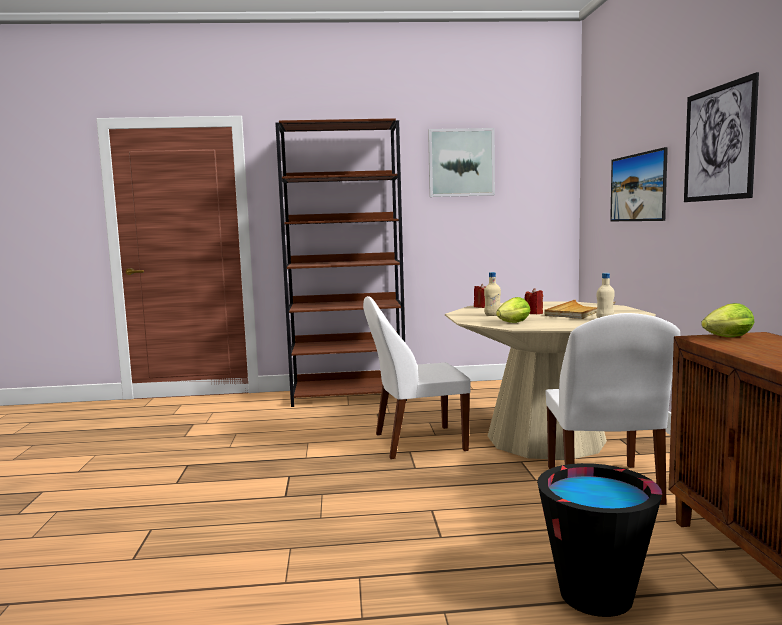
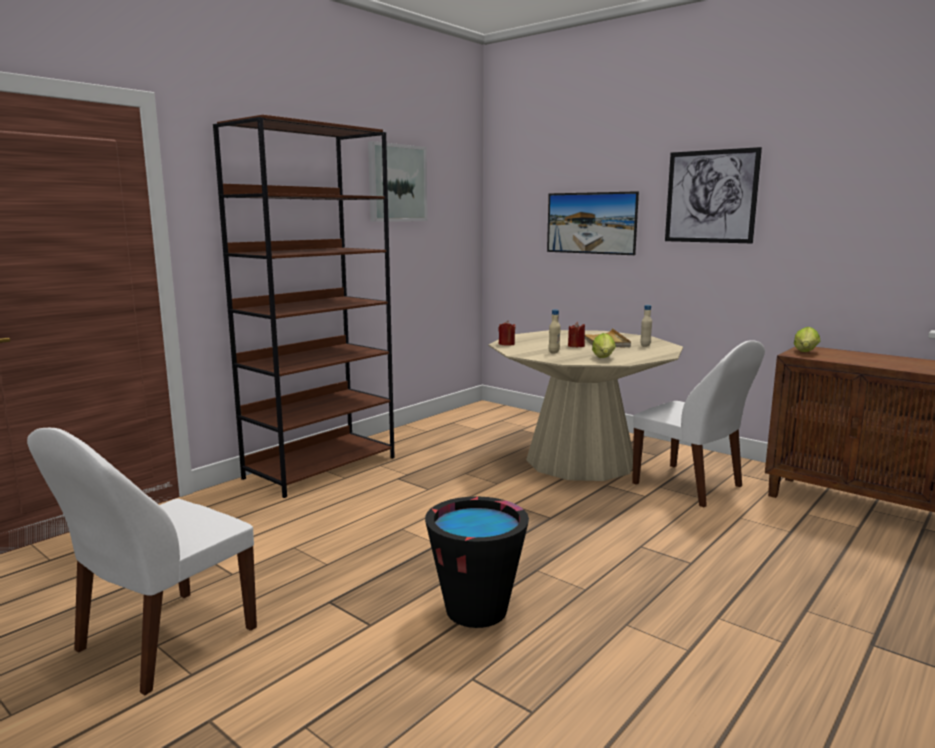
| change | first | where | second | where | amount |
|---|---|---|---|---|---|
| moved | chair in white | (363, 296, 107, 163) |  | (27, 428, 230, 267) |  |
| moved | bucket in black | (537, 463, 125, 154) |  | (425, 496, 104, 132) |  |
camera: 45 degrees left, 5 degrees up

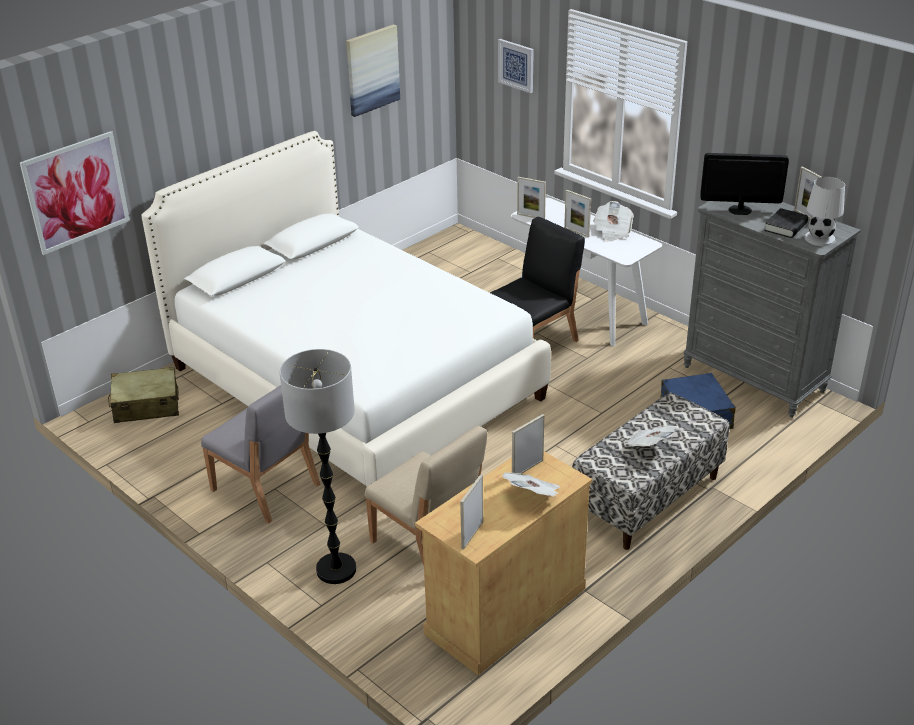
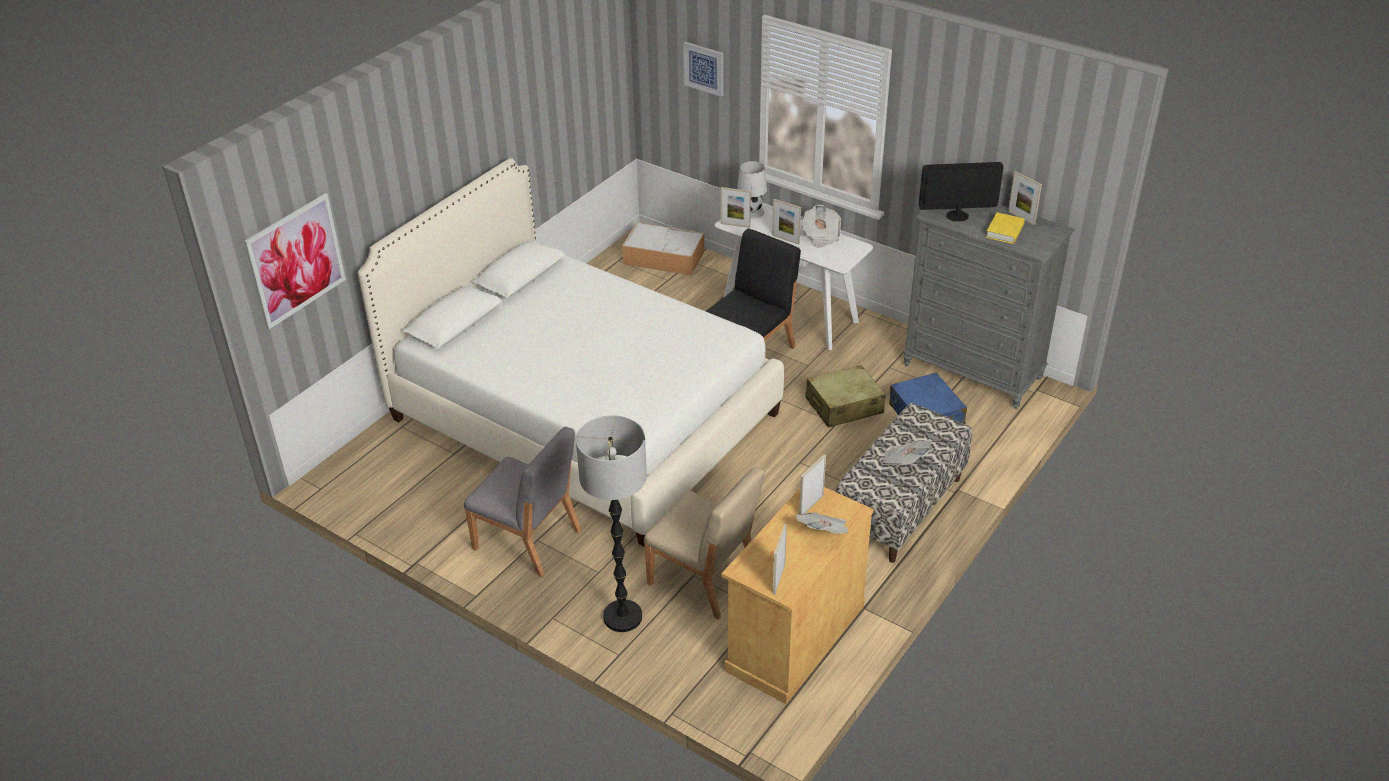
| change | first | where | second | where | amount |
|---|---|---|---|---|---|
| removed | picture | (346, 24, 54, 93) |  |  |  |
| moved | table lamp in white | (804, 177, 41, 69) |  | (737, 161, 30, 58) |  |
| recoloured | book in black | (764, 208, 44, 30) | book in yellow | (986, 212, 39, 32) |  |
| moved | suitcase in beige | (108, 367, 71, 56) |  | (806, 365, 80, 63) |  |
| added |  |  | storage box | (622, 222, 83, 53) |  |
camera: 10 degrees left, 5 degrees up

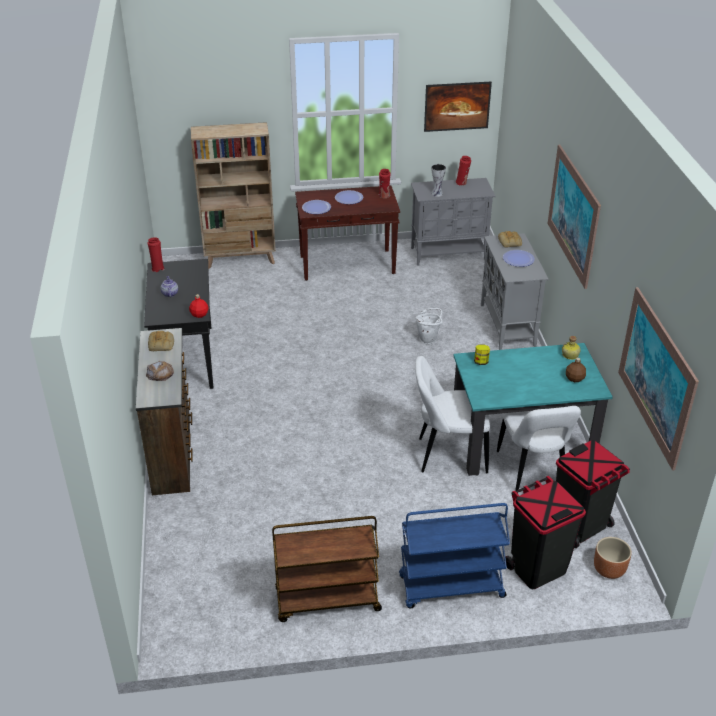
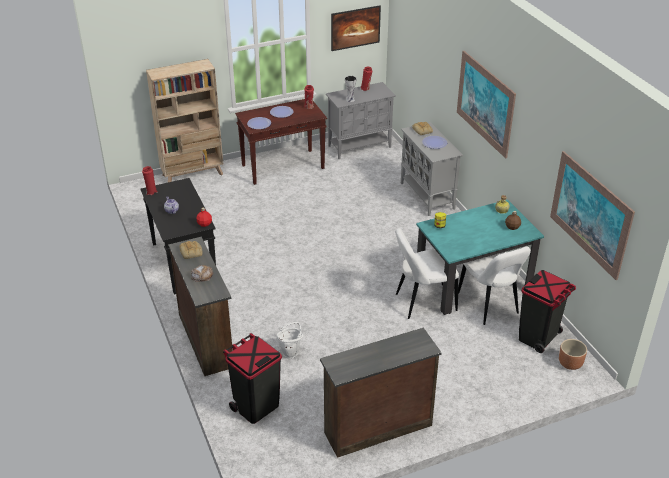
| change | first | where | second | where | amount |
|---|---|---|---|---|---|
| moved | bucket in white | (415, 308, 28, 36) |  | (276, 322, 27, 36) |  |
| moved | trash can in black | (505, 476, 81, 113) |  | (223, 333, 59, 91) |  |
| removed | cart in blue | (399, 503, 111, 106) |  |  |  |
| replaced | cart in brown | (272, 516, 110, 106) | dresser in brown | (320, 328, 122, 130) |  |
camera: 15 degrees left, 0 degrees up

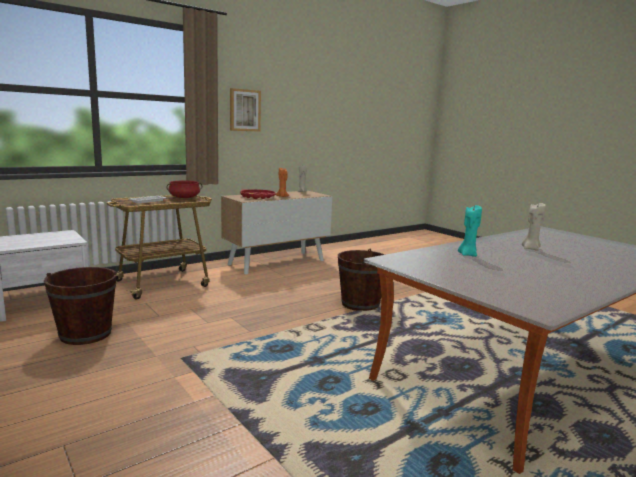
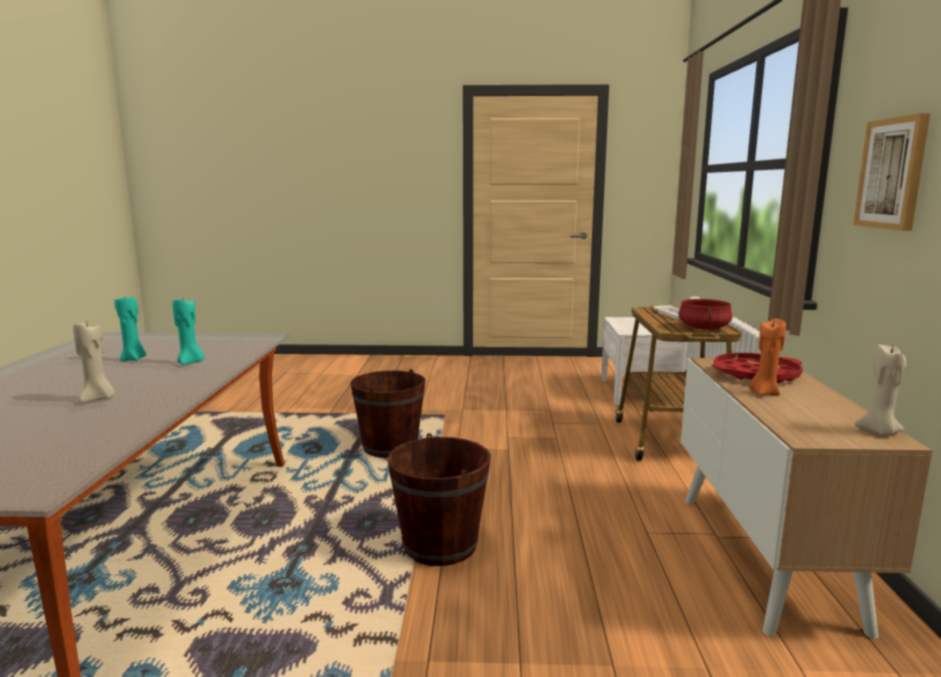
| change | first | where | second | where | amount |
|---|---|---|---|---|---|
| moved | bucket in brown | (44, 267, 73, 78) |  | (350, 369, 76, 89) |  |
| added |  |  | candle in turquoise | (114, 297, 32, 64) |  |
camera: 130 degrees right, 0 degrees up

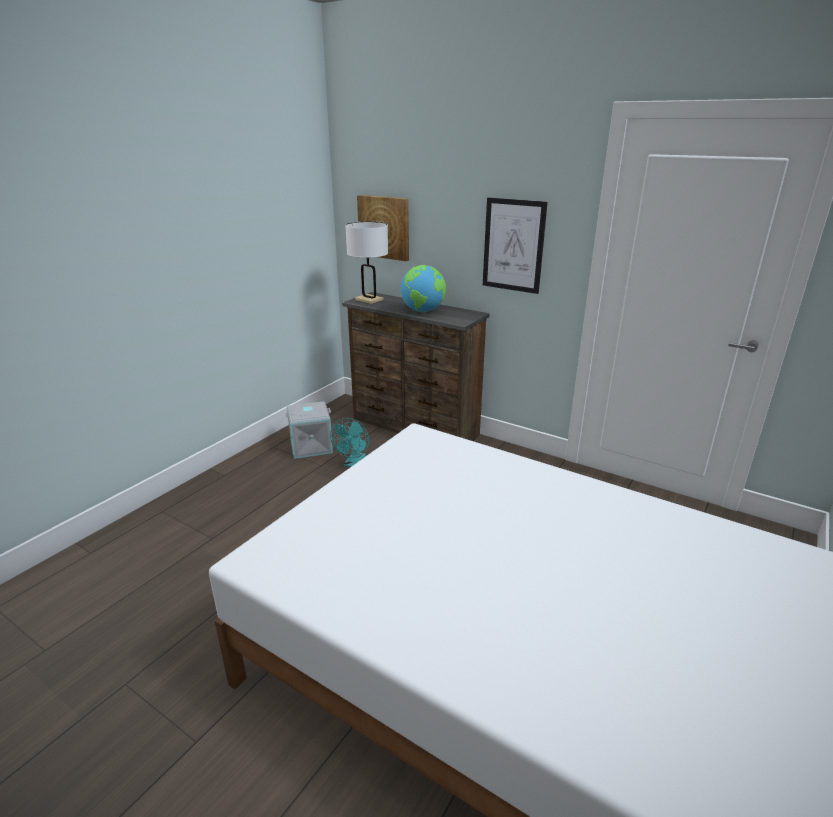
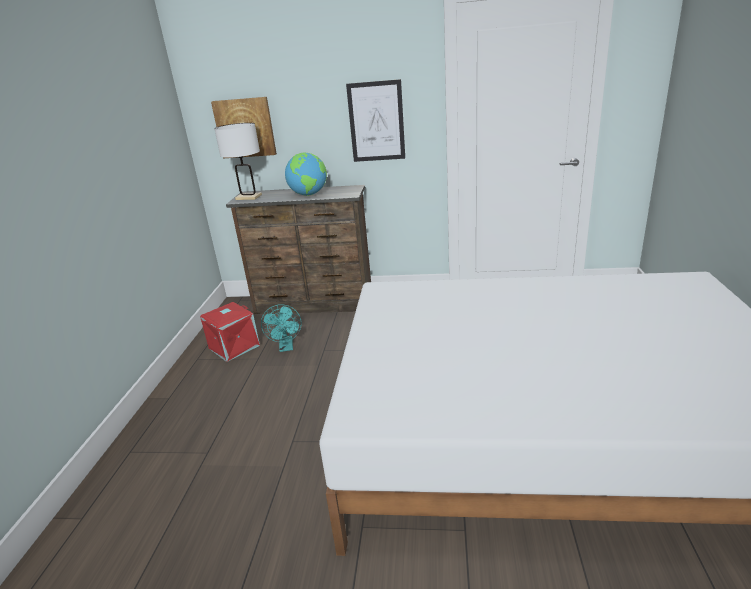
| change | first | where | second | where | amount |
|---|---|---|---|---|---|
| recoloured | storage box in grey | (285, 401, 48, 58) | storage box in red | (200, 302, 60, 60) |  |
camera: 25 degrees left, 0 degrees up

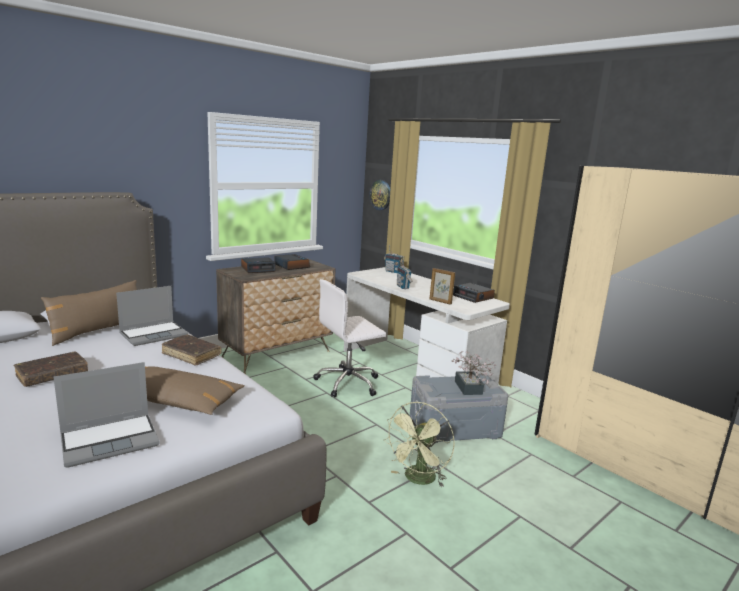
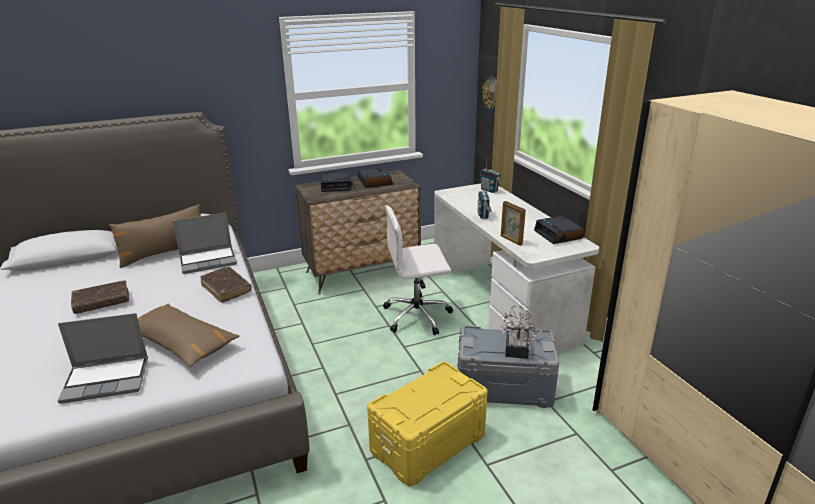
| change | first | where | second | where | amount |
|---|---|---|---|---|---|
| replaced | fan in green | (384, 402, 71, 85) | storage box in yellow | (367, 361, 120, 125) |  |
camera: 20 degrees right, 10 degrees up

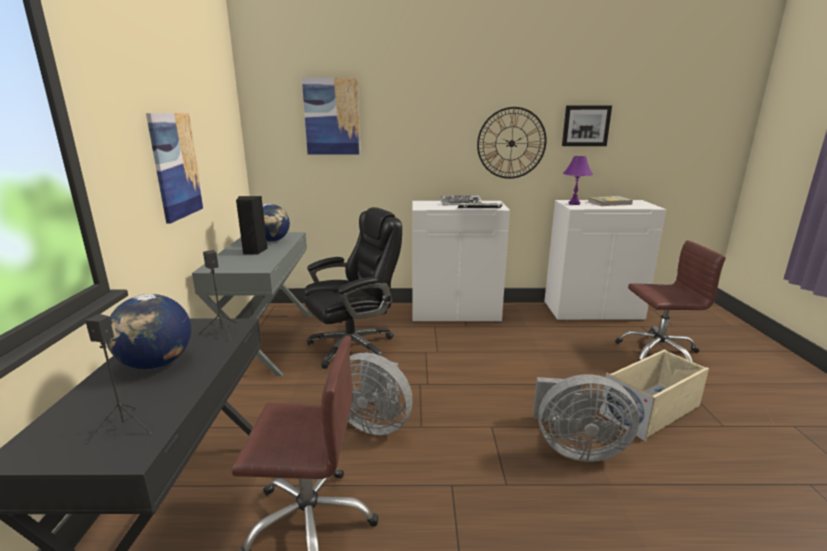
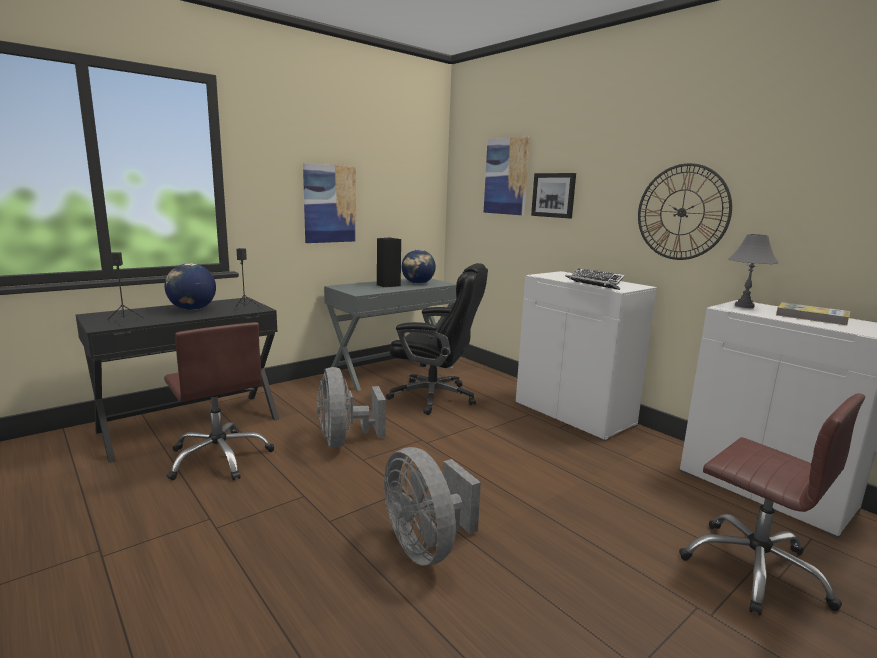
| change | first | where | second | where | amount |
|---|---|---|---|---|---|
| moved | picture | (562, 105, 50, 41) |  | (531, 173, 45, 45) |  |
| recoloured | table lamp in purple | (563, 156, 30, 49) | table lamp in grey | (729, 234, 49, 74) |  |
| removed | storage box in beige | (599, 349, 110, 92) |  |  |  |
camera: 50 degrees right, 5 degrees down

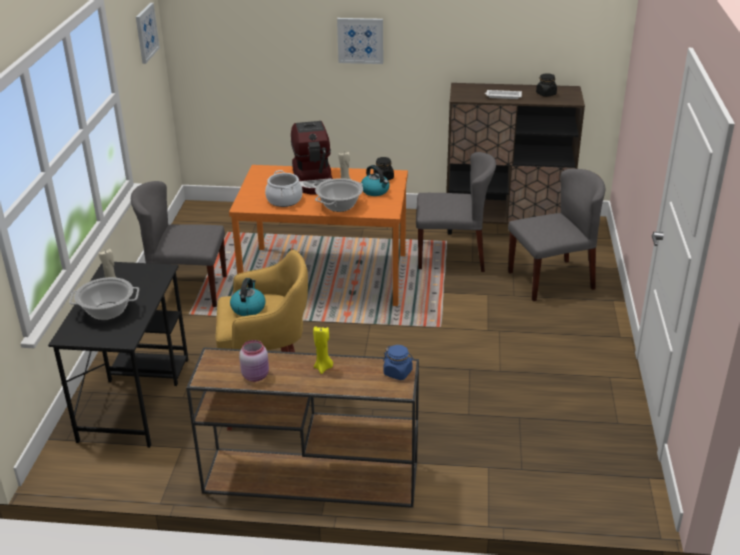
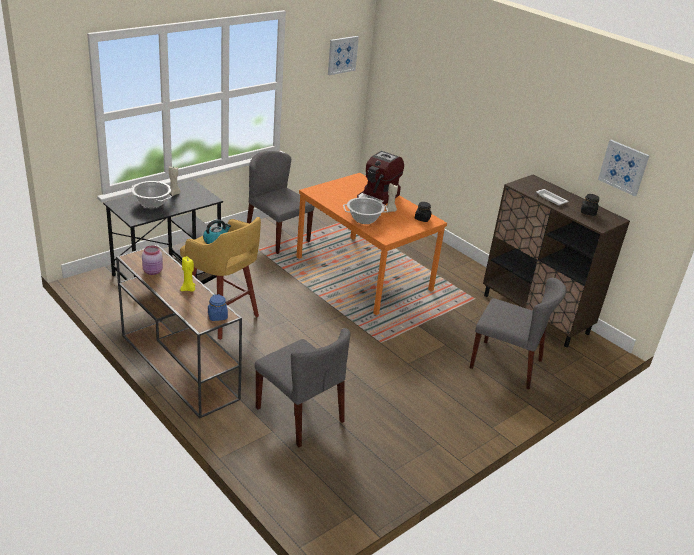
| change | first | where | second | where | amount |
|---|---|---|---|---|---|
| moved | picture | (337, 18, 46, 46) |  | (598, 140, 51, 56) |  |
| moved | chair in grey | (416, 152, 80, 120) |  | (255, 328, 95, 119) |  |
| removed | kettle | (361, 165, 29, 31) |  |  |  |
| removed | cooking pot | (265, 170, 38, 37) |  |  |  |
camera: 40 degrees right, 0 degrees up

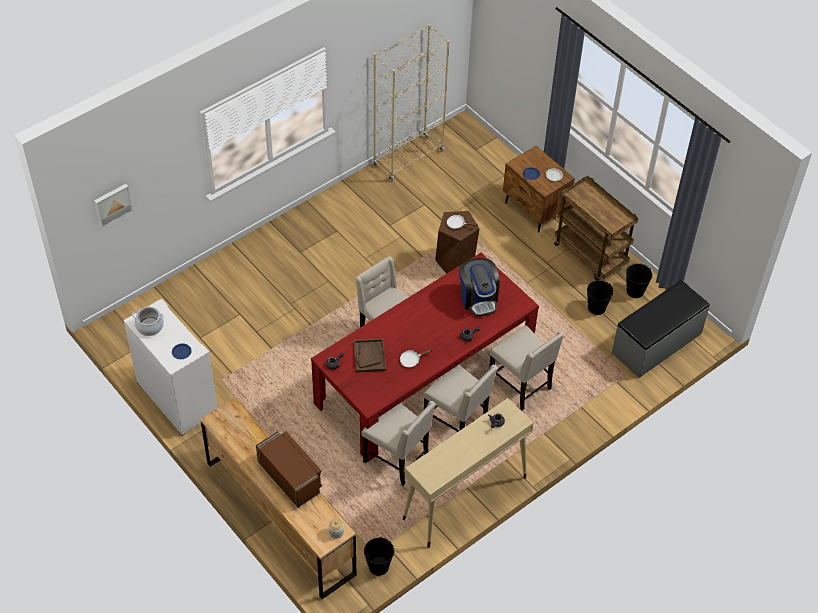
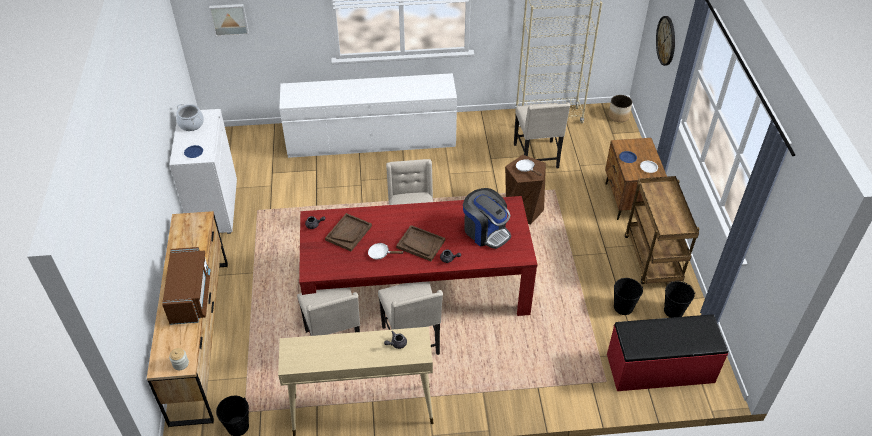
| change | first | where | second | where | amount |
|---|---|---|---|---|---|
| turned | coffee machine | (459, 258, 41, 58) |  | (463, 188, 48, 61) | 60 degrees counterclockwise |
| recoloured | bench in grey | (612, 280, 98, 98) | bench in red | (607, 314, 121, 77) |  |
| moved | chair in beige | (489, 325, 75, 85) |  | (514, 102, 56, 67) |  |
| added |  |  | wall clock | (656, 16, 19, 50) |  |
| added |  |  | dresser in white | (279, 73, 178, 85) |  |
| added |  |  | planter | (608, 95, 24, 27) |  |
| added |  |  | tray in brown | (396, 225, 49, 36) |  |
camera: 35 degrees right, 5 degrees down

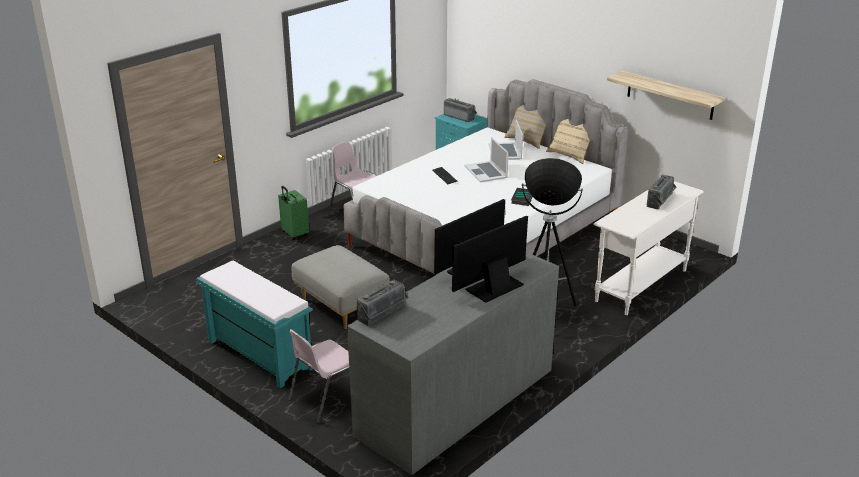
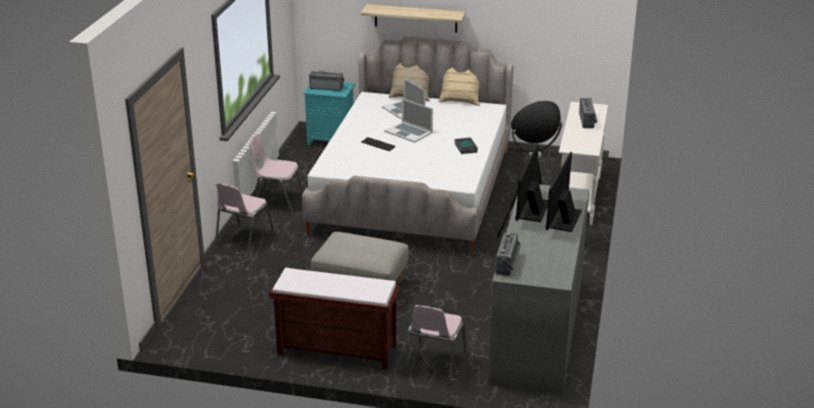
| change | first | where | second | where | amount |
|---|---|---|---|---|---|
| moved | shelf | (607, 71, 118, 49) |  | (361, 4, 105, 29) |  |
| replaced | suitcase in green | (278, 186, 31, 54) | chair in pink | (215, 183, 60, 71) |  |
| recoloured | bench in turquoise | (196, 261, 117, 127) | bench in brown | (269, 268, 131, 101) |  |
camera: 30 degrees left, 0 degrees up

